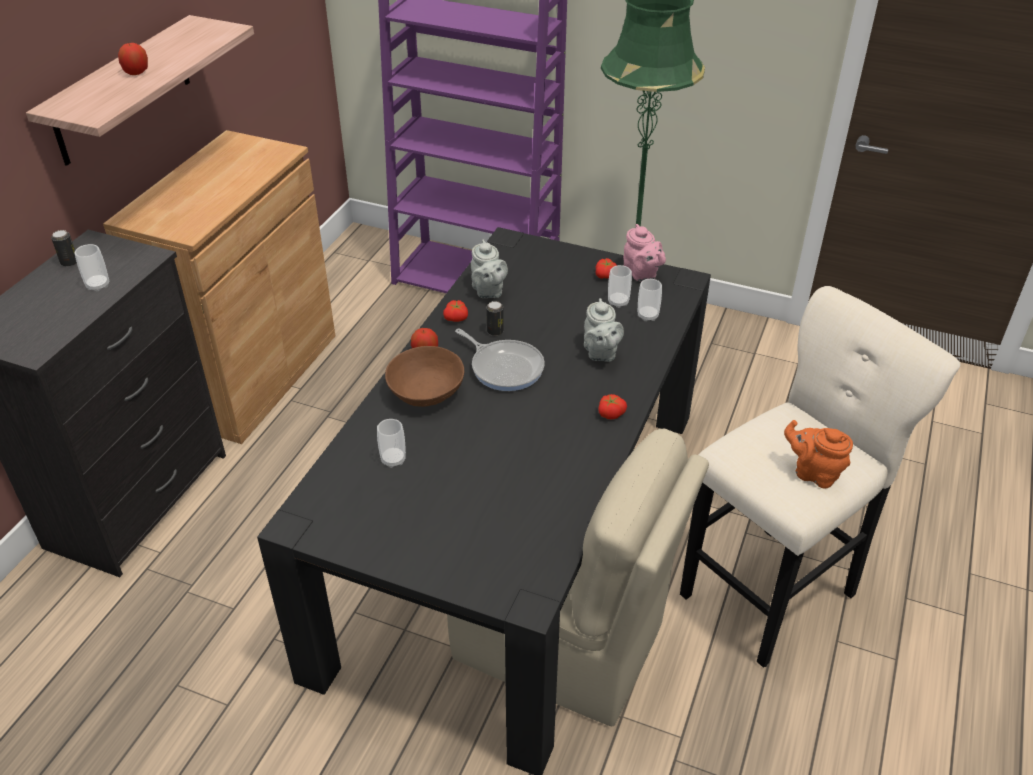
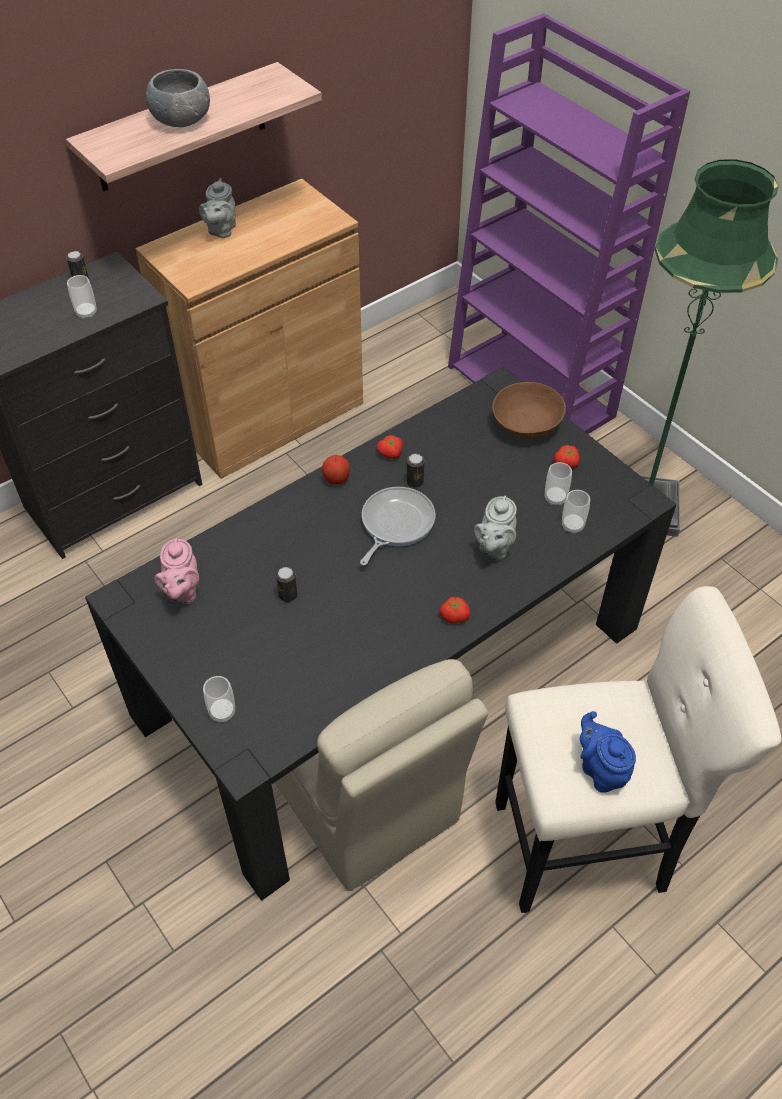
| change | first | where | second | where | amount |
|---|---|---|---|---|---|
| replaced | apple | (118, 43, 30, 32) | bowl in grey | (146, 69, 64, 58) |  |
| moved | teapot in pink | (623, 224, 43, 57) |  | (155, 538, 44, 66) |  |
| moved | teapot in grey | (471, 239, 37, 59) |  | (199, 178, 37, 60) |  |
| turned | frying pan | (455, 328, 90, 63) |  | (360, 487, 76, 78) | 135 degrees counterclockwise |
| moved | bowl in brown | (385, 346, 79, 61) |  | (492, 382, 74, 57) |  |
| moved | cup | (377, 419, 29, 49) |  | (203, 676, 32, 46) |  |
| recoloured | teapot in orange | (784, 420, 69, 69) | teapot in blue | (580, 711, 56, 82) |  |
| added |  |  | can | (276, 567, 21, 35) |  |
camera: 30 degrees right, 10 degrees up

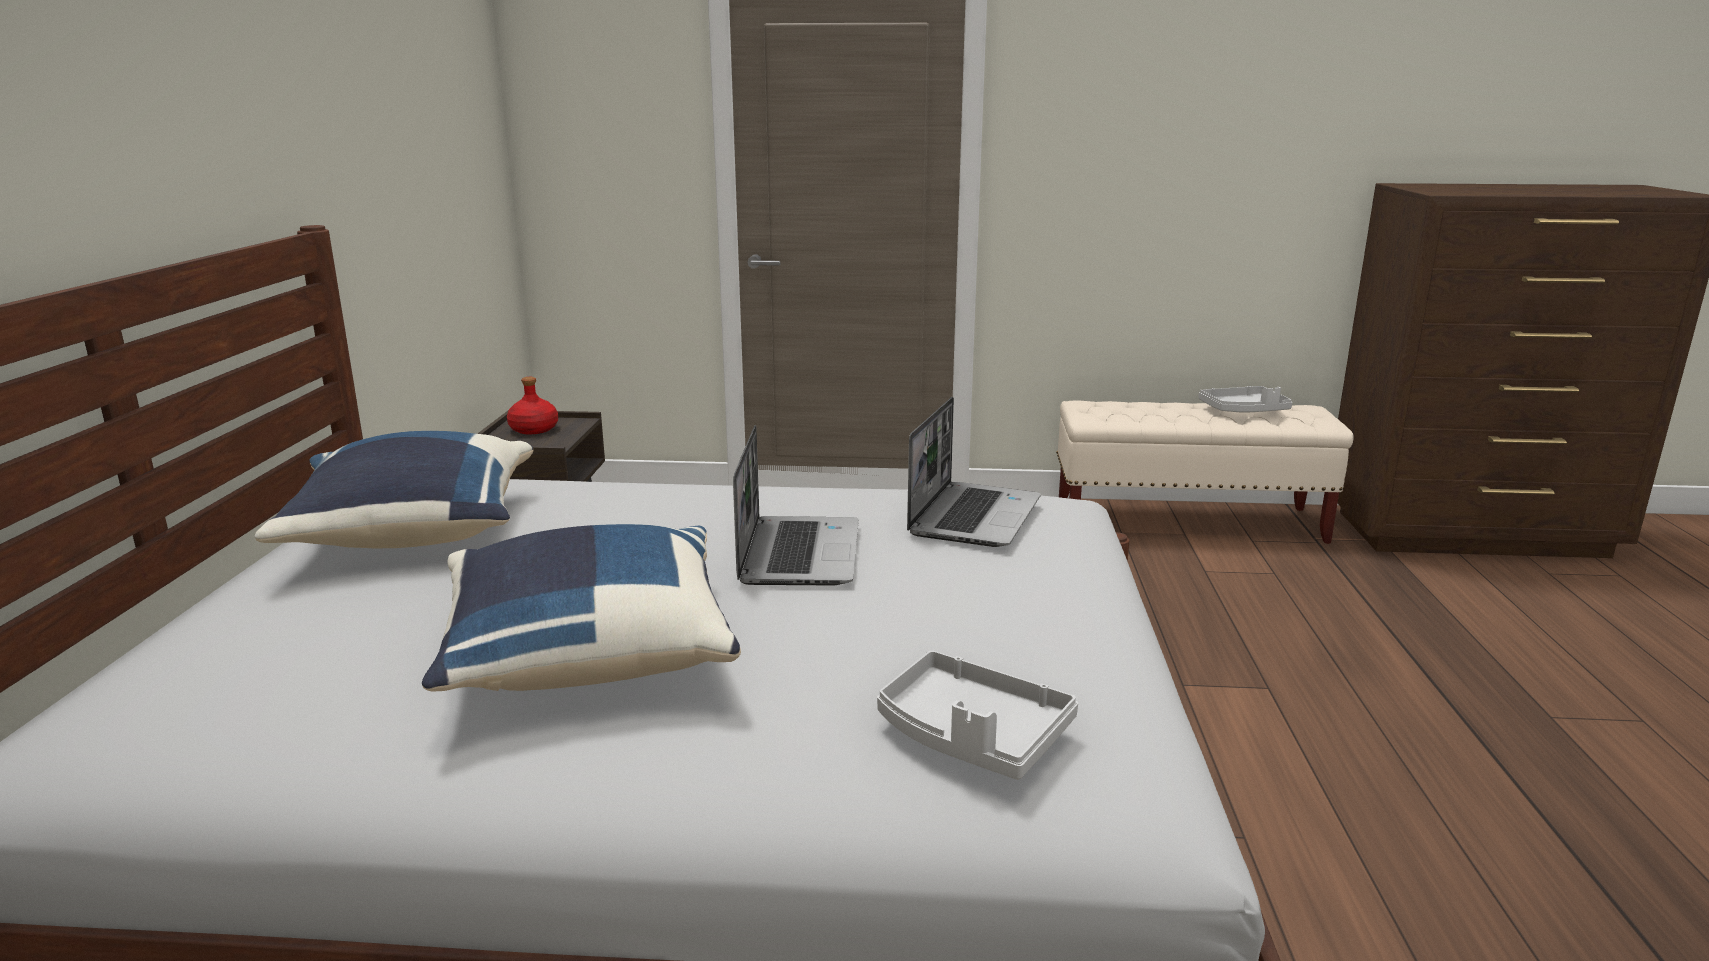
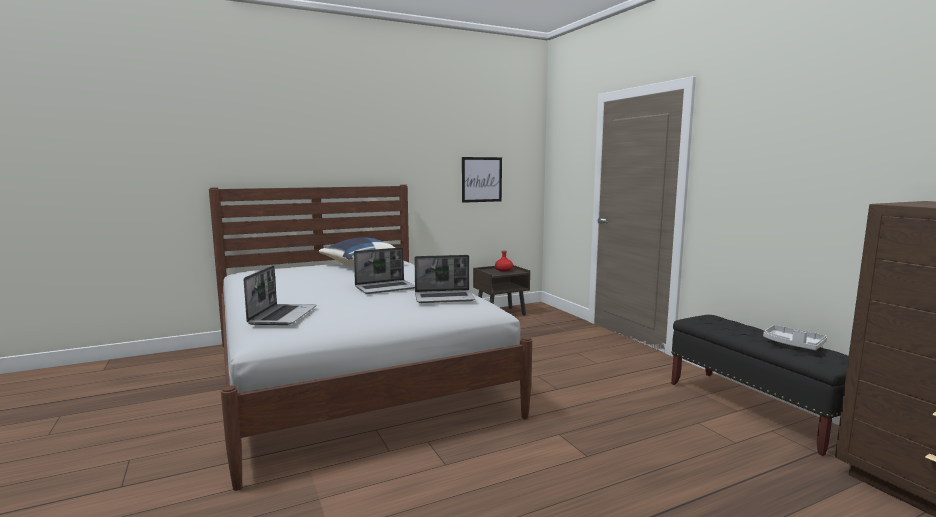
| change | first | where | second | where | amount |
|---|---|---|---|---|---|
| recoloured | bench in beige | (1056, 401, 298, 143) | bench in black | (671, 315, 178, 141) |  |
| removed | pillow in blue | (422, 524, 319, 168) |  |  |  |
| replaced | tray in grey | (877, 650, 201, 130) | laptop | (244, 265, 72, 60) |  |
| added |  |  | picture | (462, 157, 40, 46) |  |
camera: 60 degrees right, 10 degrees down

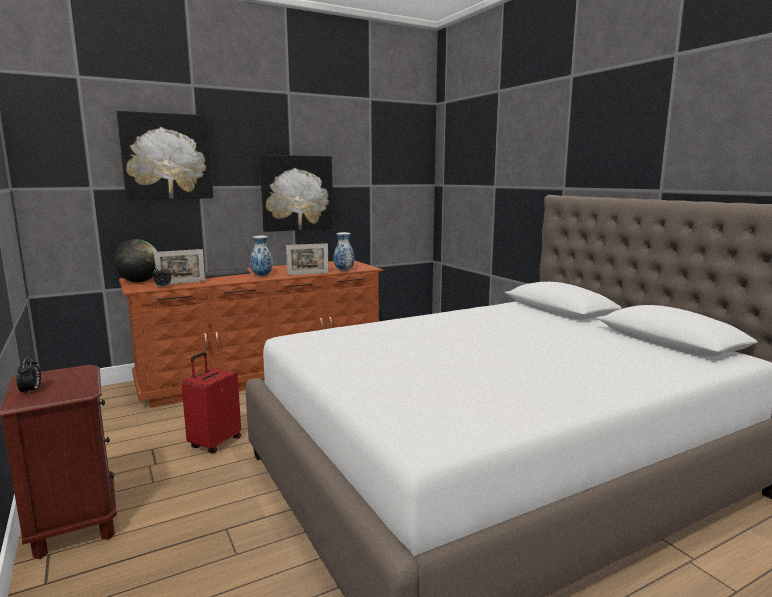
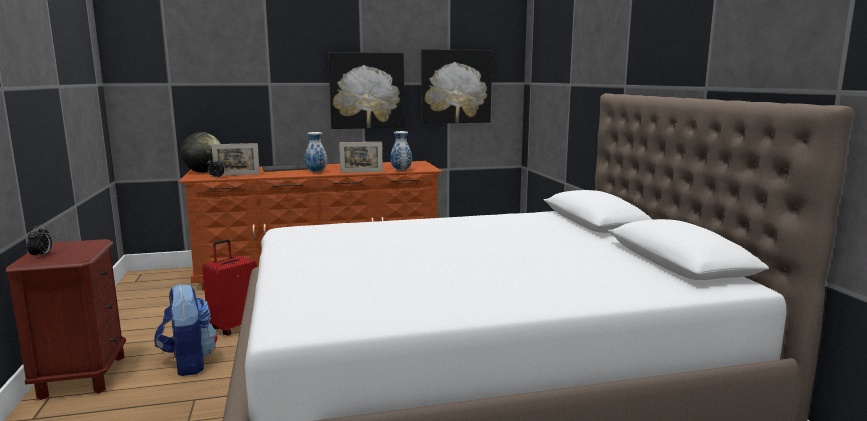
| change | first | where | second | where | amount |
|---|---|---|---|---|---|
| moved | picture | (117, 111, 96, 89) |  | (421, 49, 71, 75) |  |
| added |  |  | backpack | (154, 284, 63, 92) |  |
camera: 15 degrees right, 0 degrees up

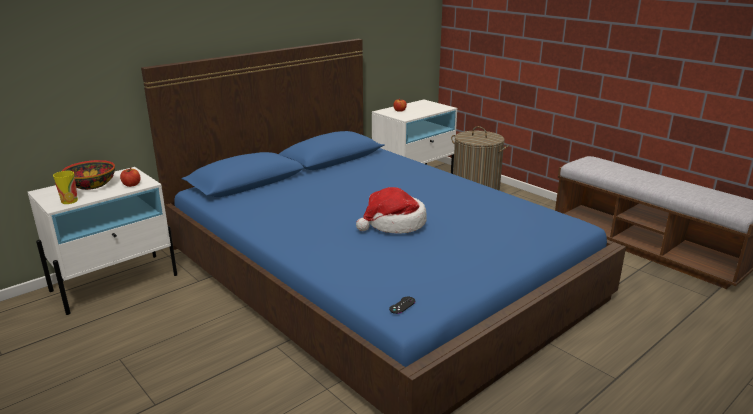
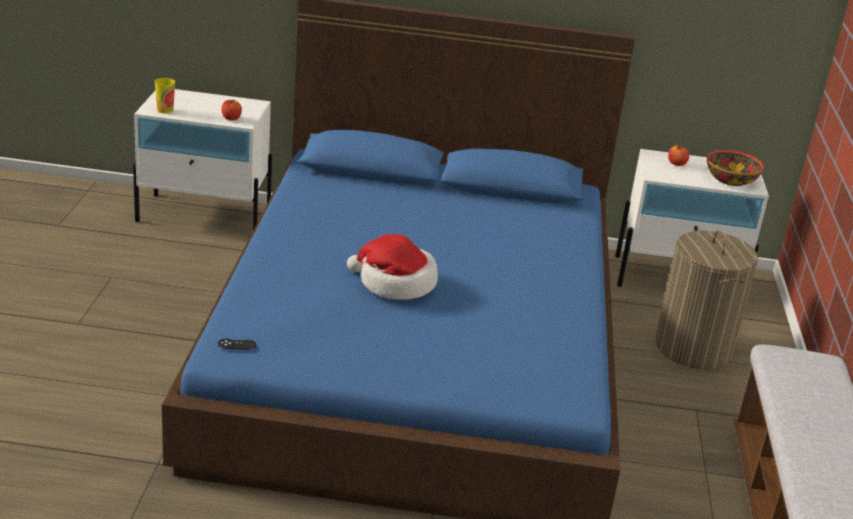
| change | first | where | second | where | amount |
|---|---|---|---|---|---|
| moved | bowl | (62, 160, 53, 30) |  | (707, 150, 57, 36) |  |
camera: 45 degrees right, 5 degrees up

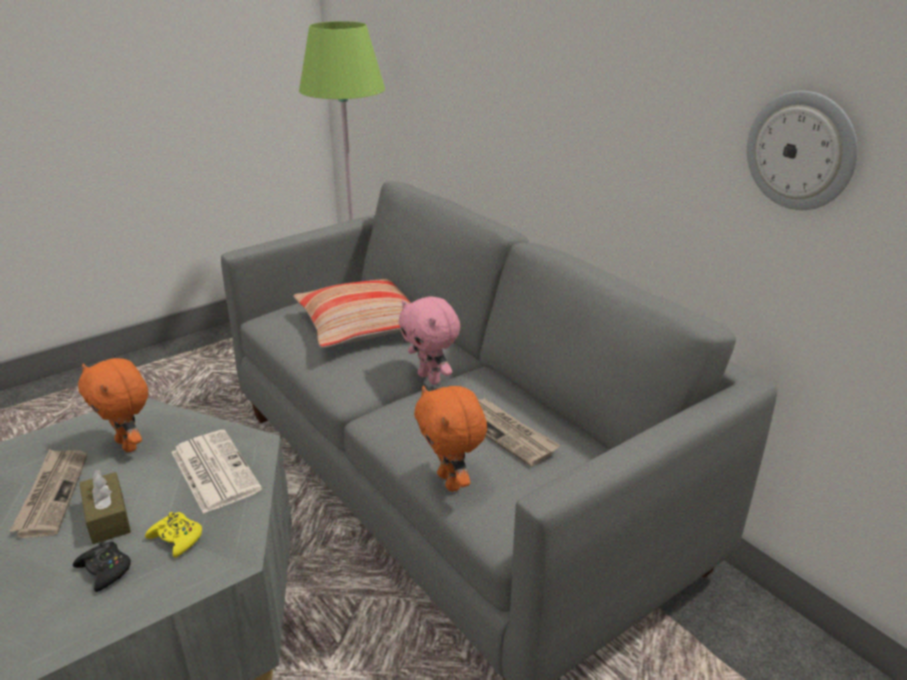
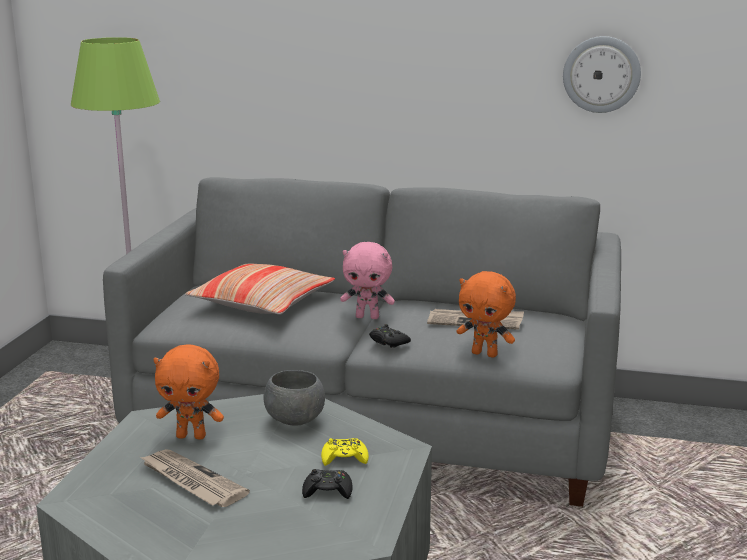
| change | first | where | second | where | amount |
|---|---|---|---|---|---|
| replaced | newspaper | (171, 430, 91, 84) | bowl in grey | (264, 370, 61, 56) |  |
| removed | tissue box in brown | (79, 470, 52, 74) |  |  |  |
| added |  |  | game controller in black | (369, 324, 42, 24) |  |
camera: 40 degrees left, 10 degrees down

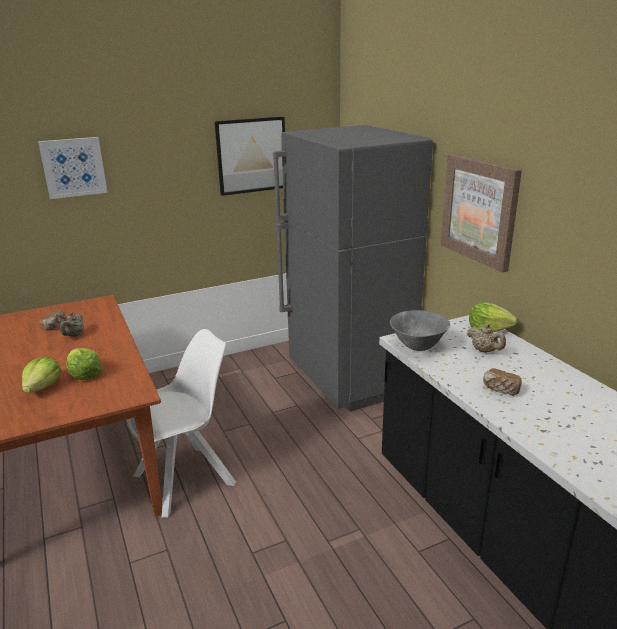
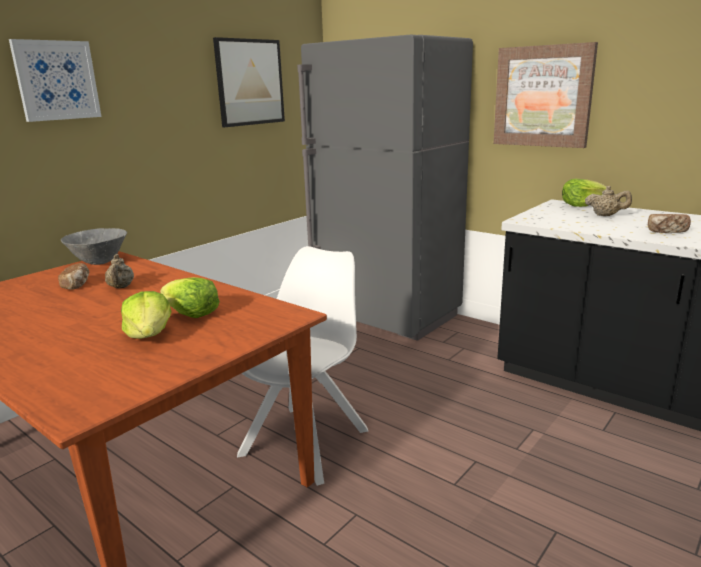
| change | first | where | second | where | amount |
|---|---|---|---|---|---|
| moved | bowl in grey | (390, 310, 60, 41) |  | (61, 228, 66, 37) |  |
camera: 25 degrees left, 5 degrees down

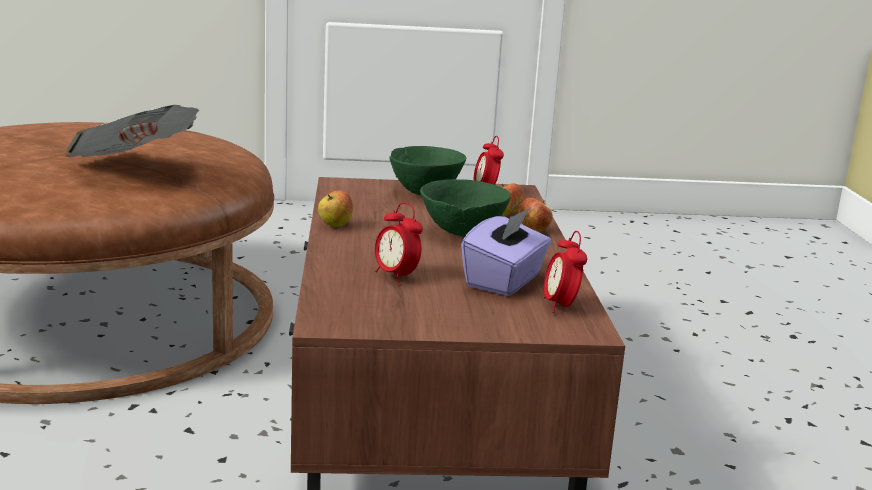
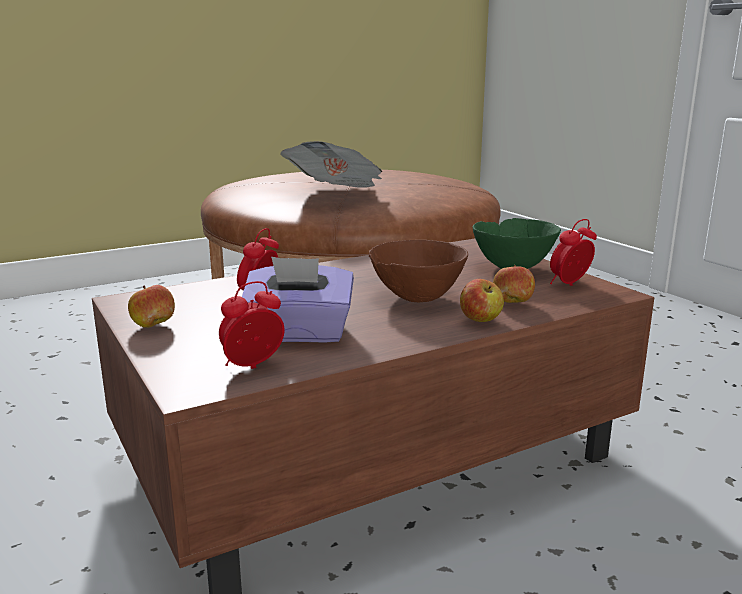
| change | first | where | second | where | amount |
|---|---|---|---|---|---|
| recoloured | bowl in green | (420, 179, 90, 58) | bowl in brown | (369, 240, 99, 63) |  |
| moved | apple | (318, 190, 36, 37) |  | (128, 285, 47, 43) |  |
camera: 65 degrees right, 0 degrees up

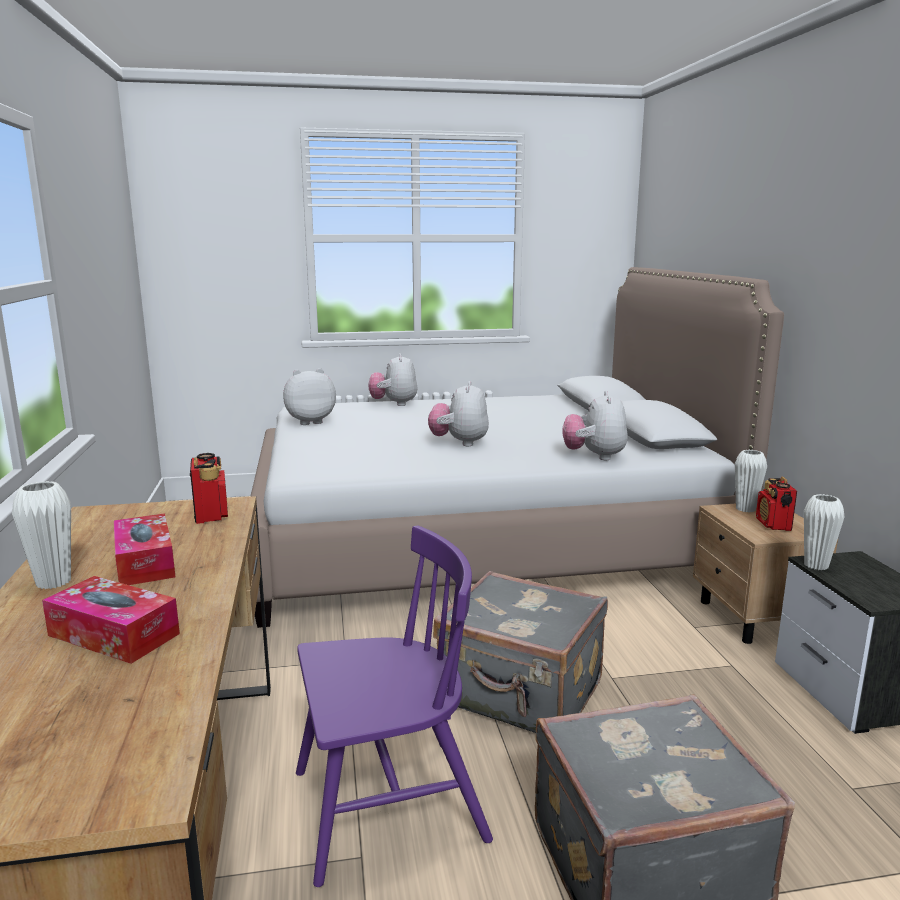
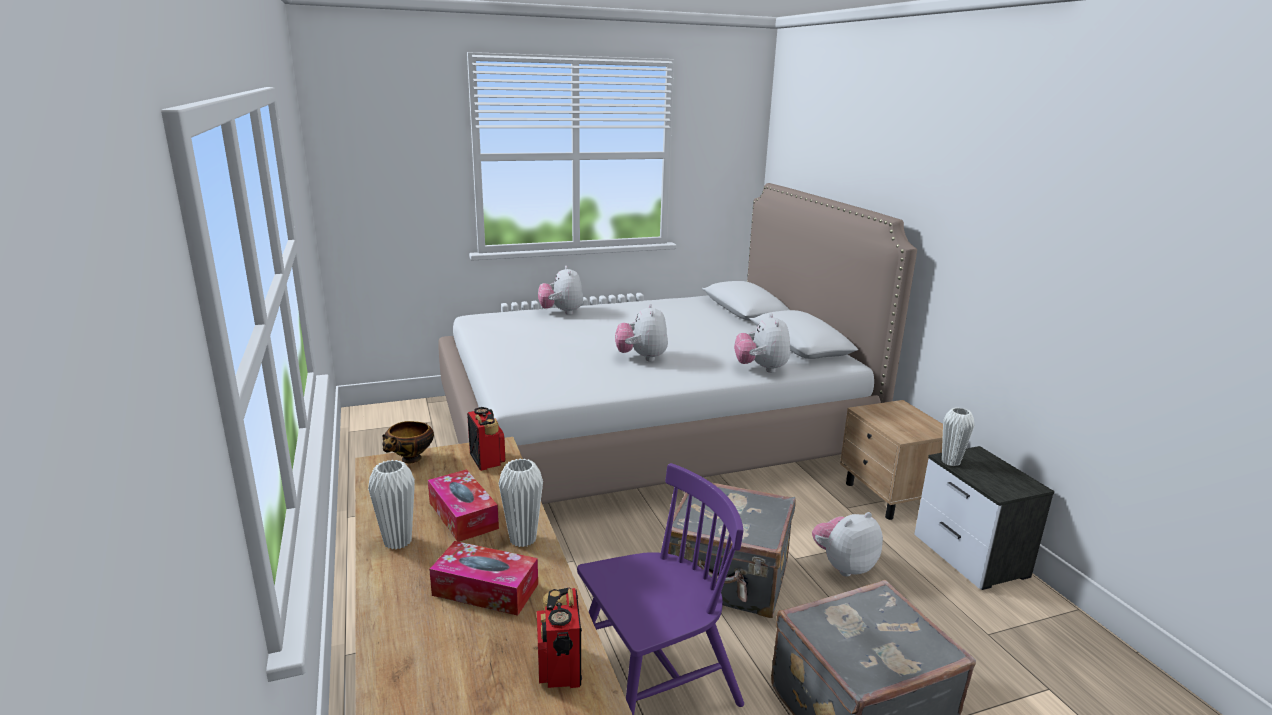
| change | first | where | second | where | amount |
|---|---|---|---|---|---|
| moved | plush toy | (283, 368, 53, 57) |  | (812, 512, 71, 65) |  |
| moved | vase in white | (735, 450, 32, 62) |  | (499, 458, 44, 89) |  |
| moved | radio | (756, 476, 41, 55) |  | (537, 588, 45, 100) |  |
| added |  |  | bowl | (382, 421, 52, 42) |  |
camera: 10 degrees left, 5 degrees up

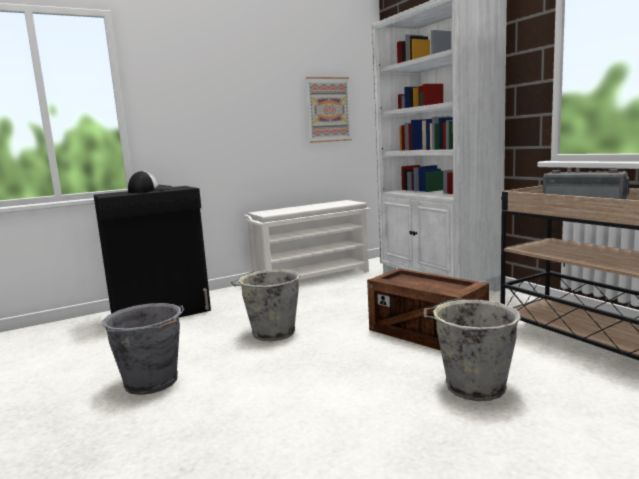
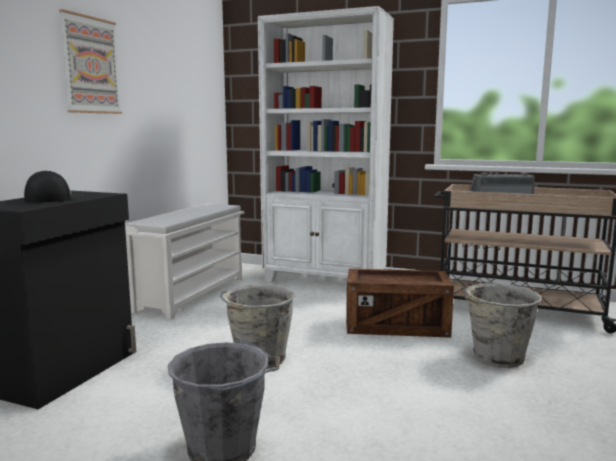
| change | first | where | second | where | amount |
|---|---|---|---|---|---|
| moved | picture | (306, 77, 46, 66) |  | (59, 9, 63, 105) |  |
camera: 40 degrees left, 0 degrees up

